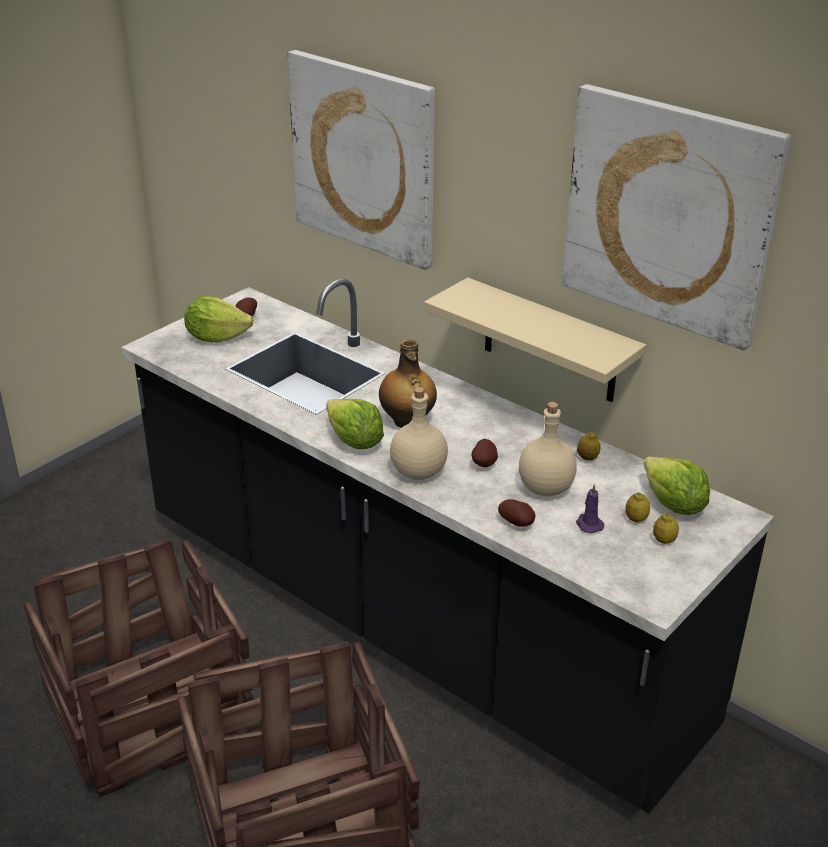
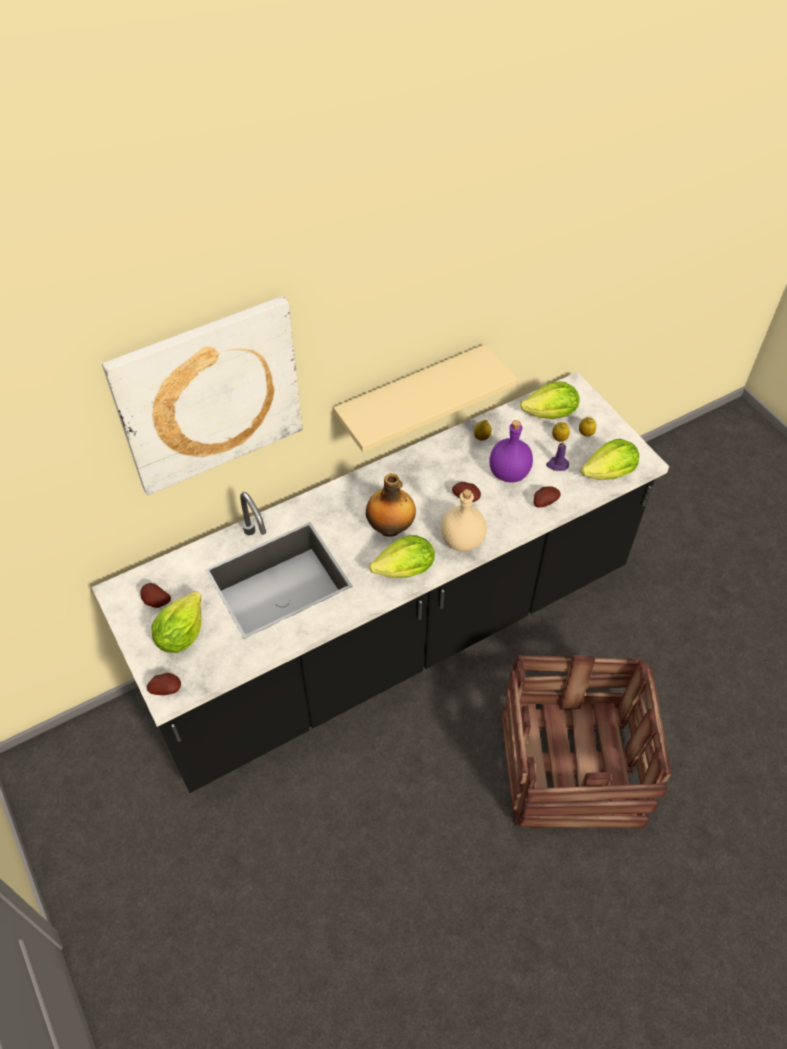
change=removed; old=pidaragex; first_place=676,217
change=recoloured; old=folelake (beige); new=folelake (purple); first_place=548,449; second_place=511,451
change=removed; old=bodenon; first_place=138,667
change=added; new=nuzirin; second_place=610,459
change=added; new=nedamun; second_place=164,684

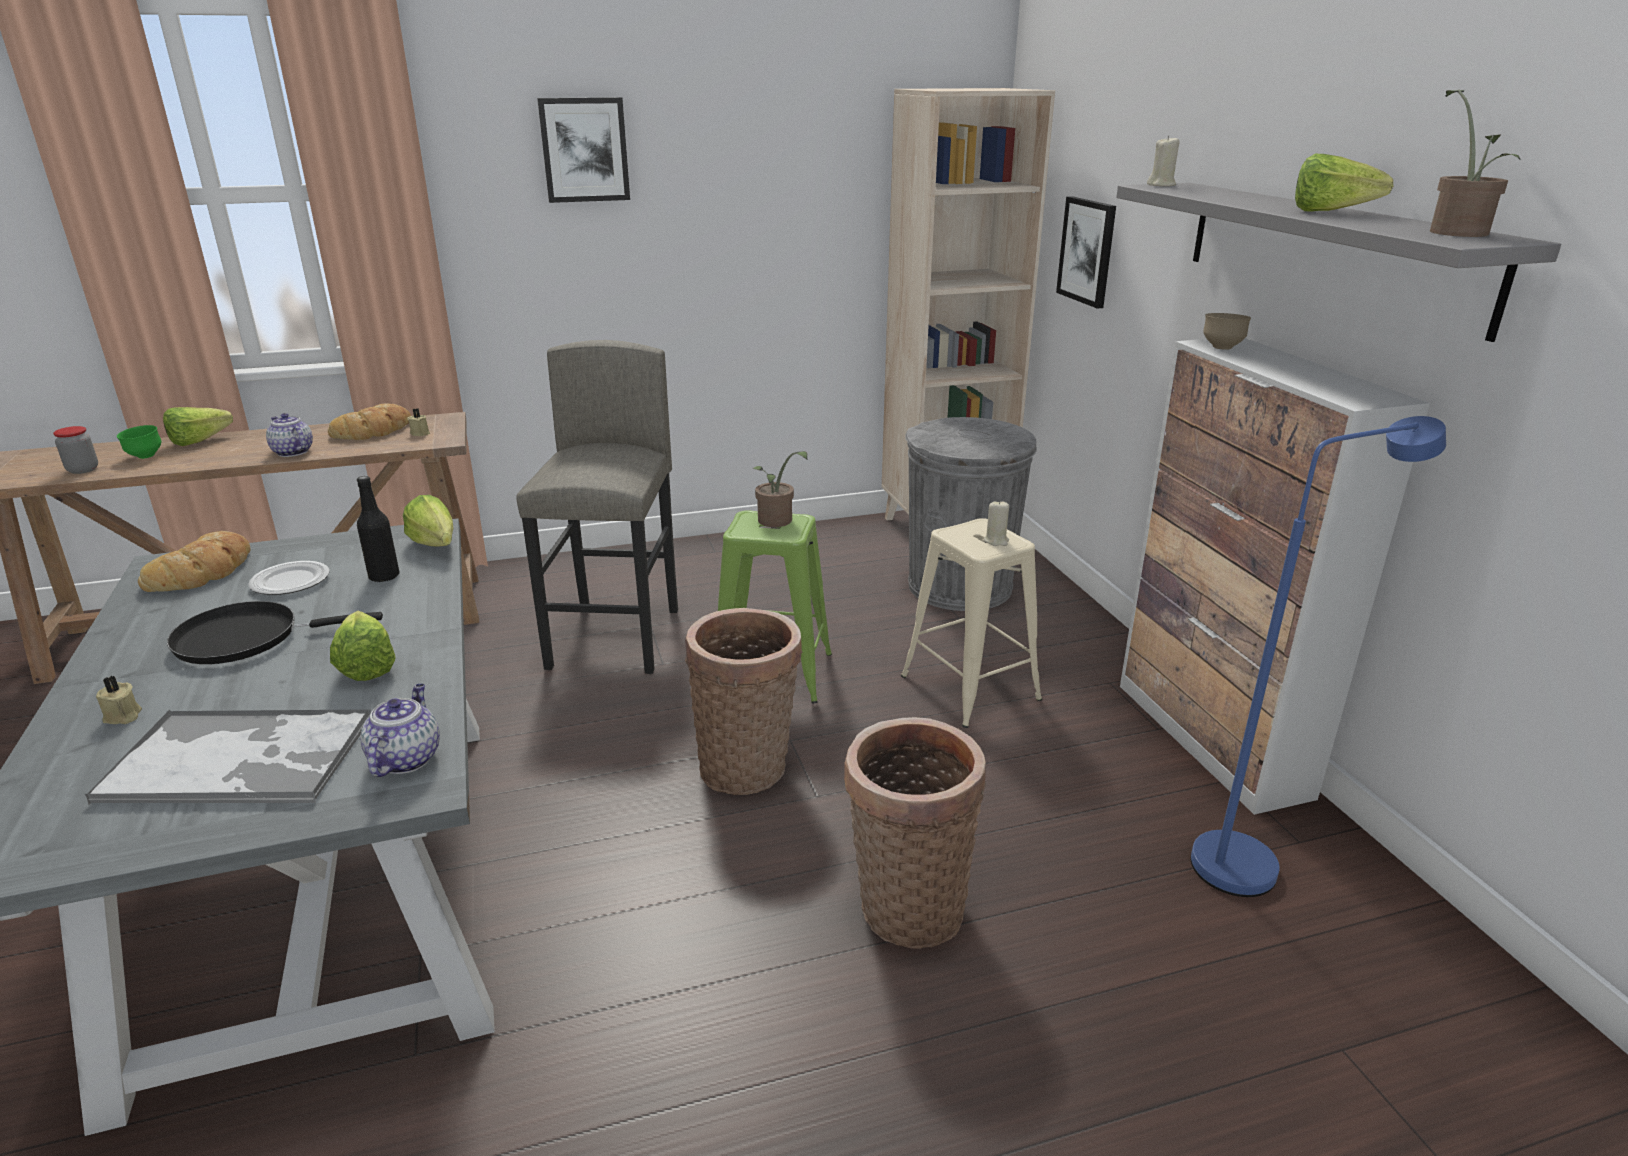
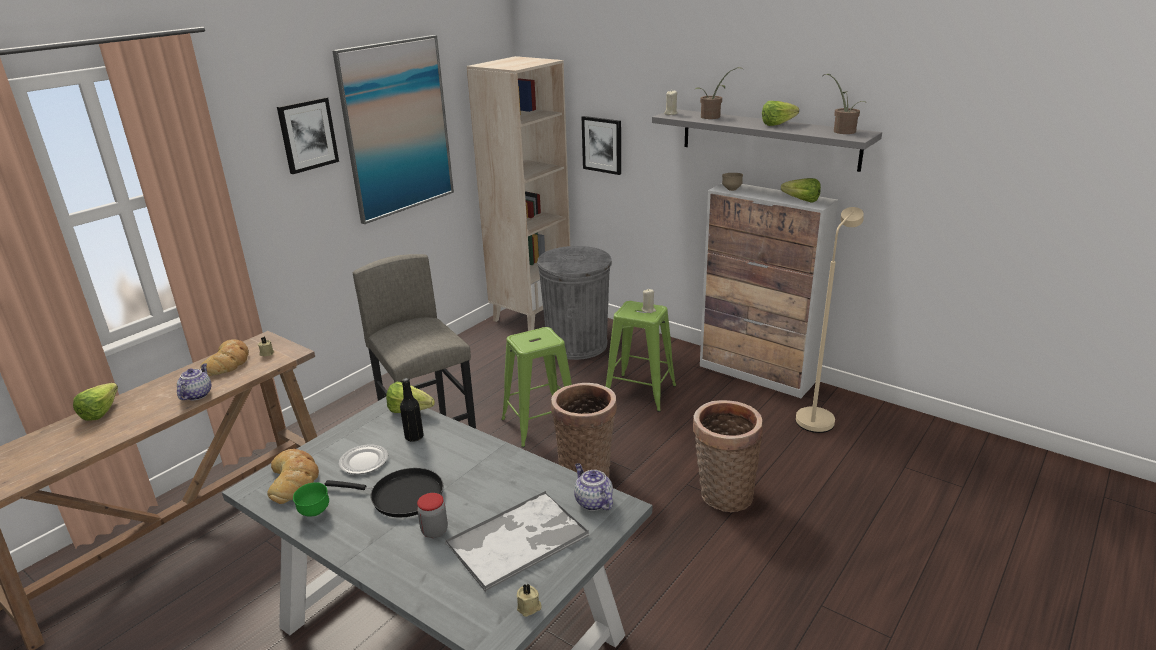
change=turned; old=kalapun; first_place=289,435; second_place=194,381; degrees=90
change=recoloured; old=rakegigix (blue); new=rakegigix (beige); first_place=1318,656; second_place=830,320
change=moved; old=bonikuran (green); first_place=139,442; second_place=311,499
change=moved; old=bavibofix; first_place=75,450; second_place=432,515
change=moved; old=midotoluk; first_place=780,489; second_place=719,93
change=recoloured; old=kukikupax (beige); new=kukikupax (green); first_place=971,623; second_place=641,356
change=turned; old=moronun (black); first_place=275,632; second_place=384,493; degrees=-120
change=moved; old=nuzirin; first_place=363,646; second_place=801,190
change=moved; old=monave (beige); first_place=119,700; second_place=529,600
change=added; new=pidaragex; second_place=393,129

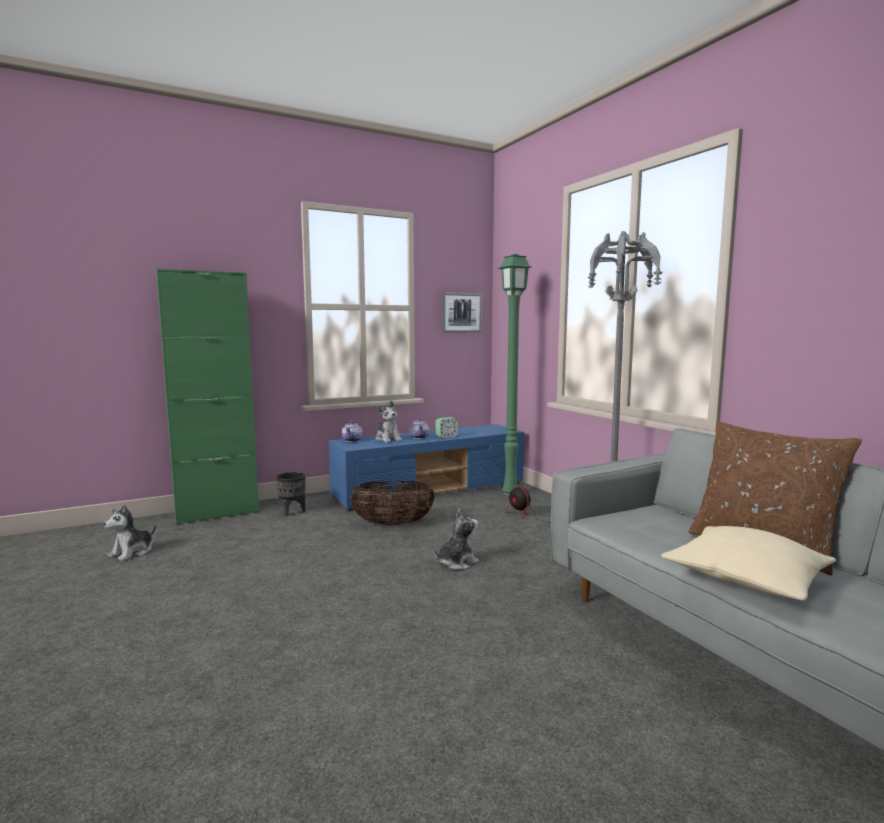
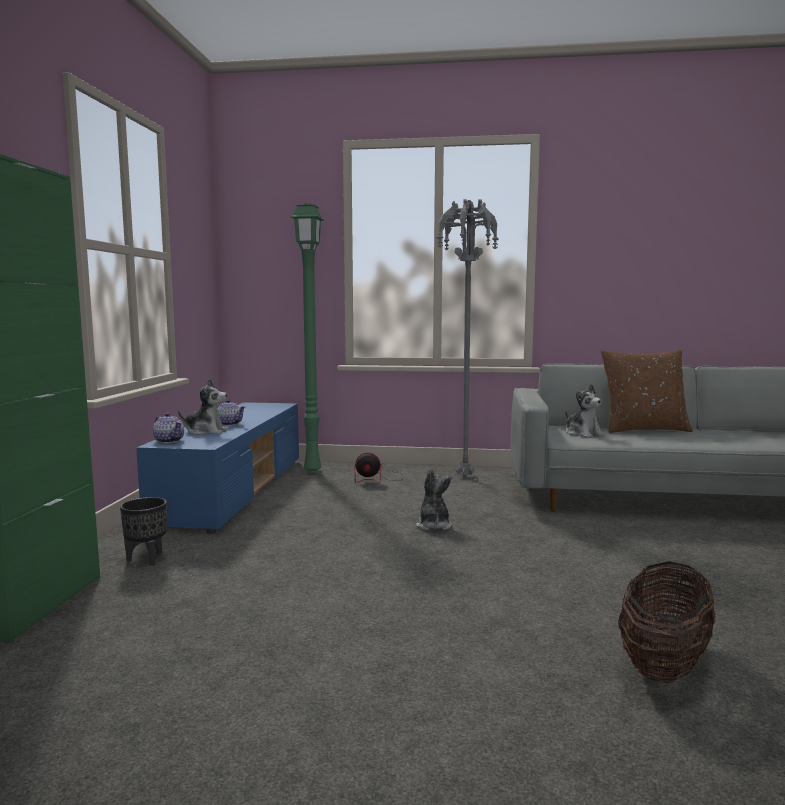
change=removed; old=pidaragex; first_place=462,312
change=removed; old=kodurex; first_place=446,427
change=moved; old=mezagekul; first_place=392,503; second_place=666,622
change=moved; old=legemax; first_place=130,532; second_place=584,411
change=removed; old=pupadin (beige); first_place=748,563

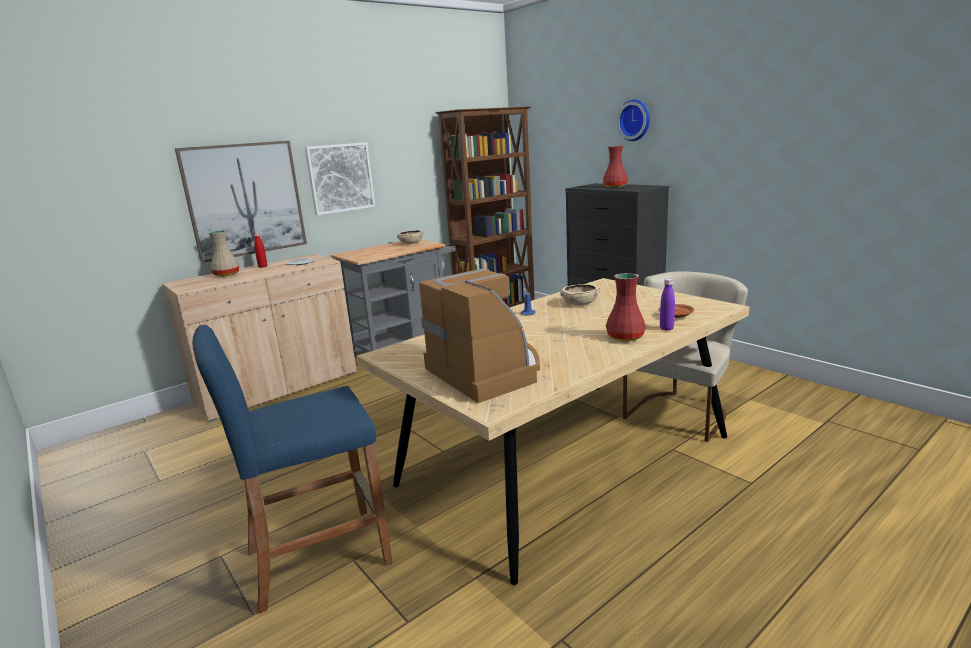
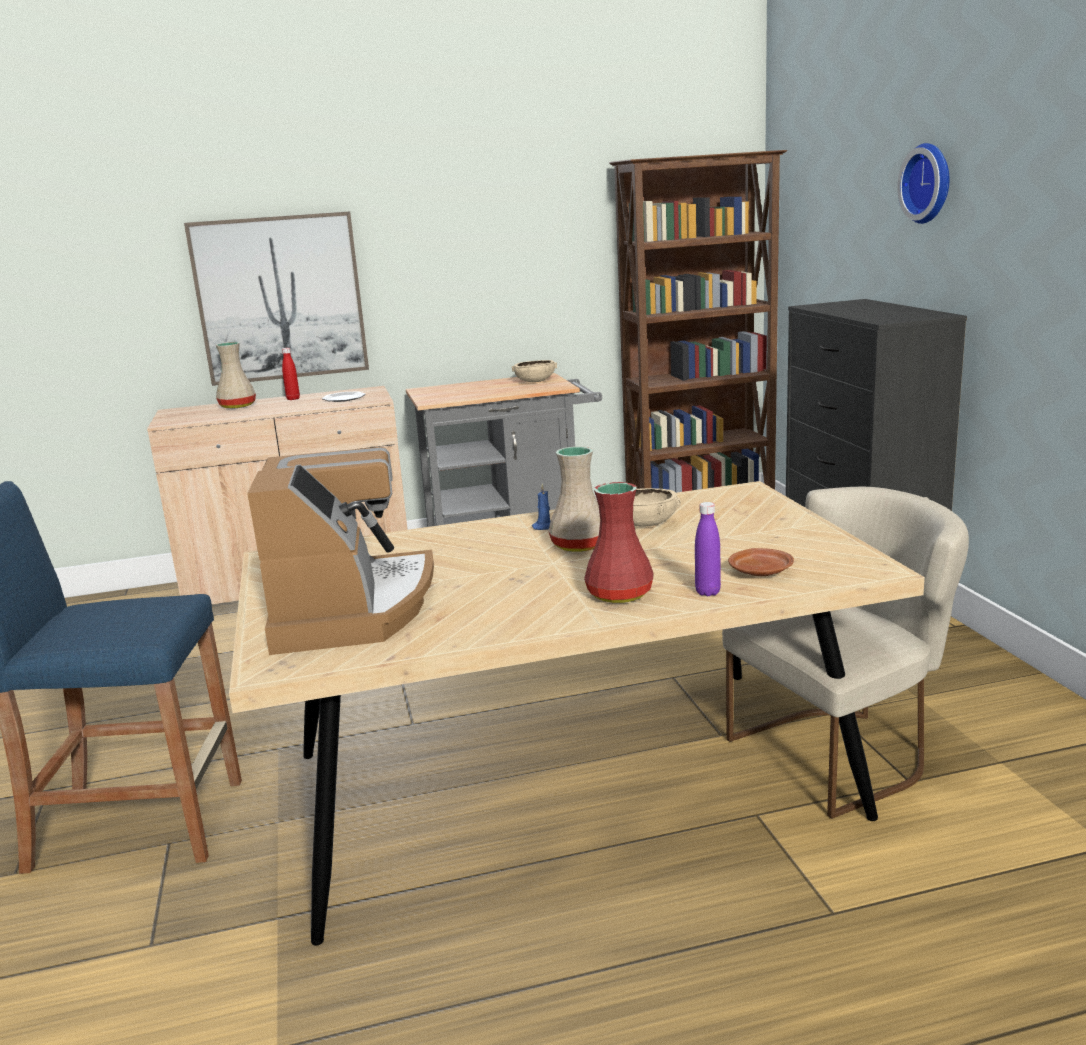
change=removed; old=pidaragex; first_place=340,179
change=removed; old=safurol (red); first_place=615,167
change=added; new=safurol (beige); second_place=574,499

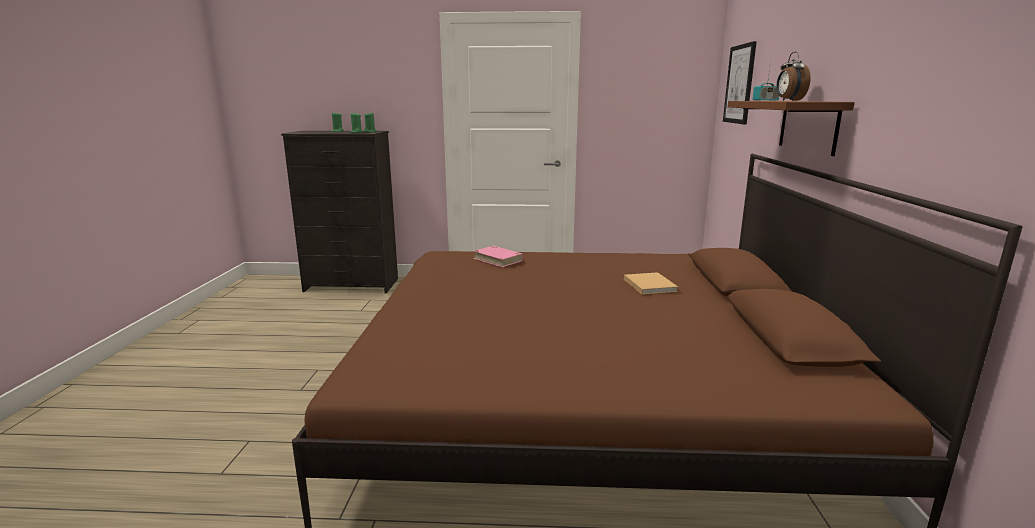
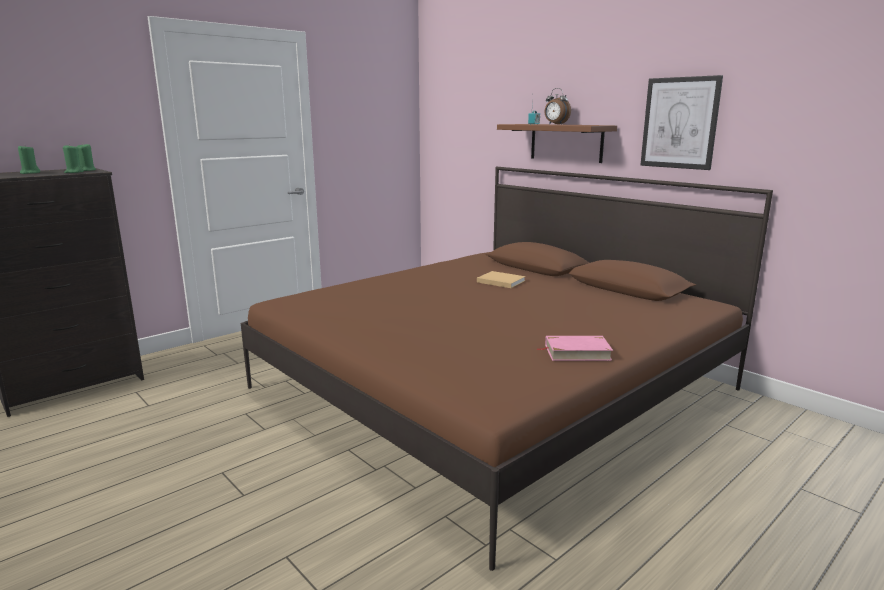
change=moved; old=pidaragex; first_place=740,82; second_place=681,122
change=moved; old=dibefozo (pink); first_place=498,256; second_place=574,348

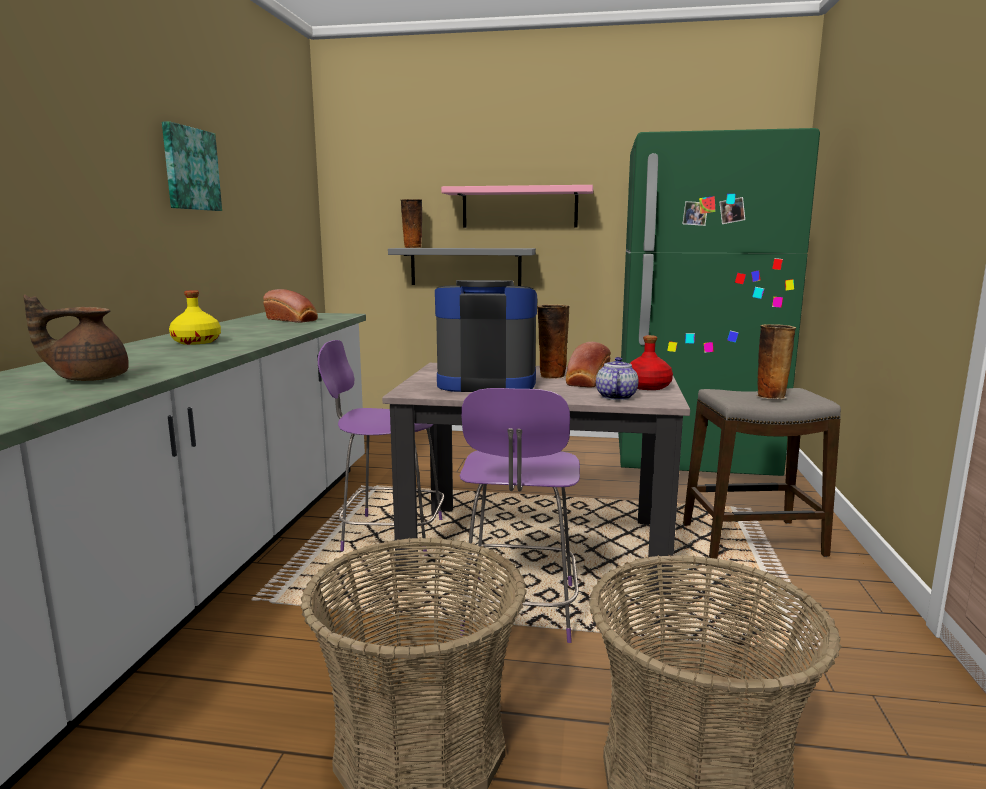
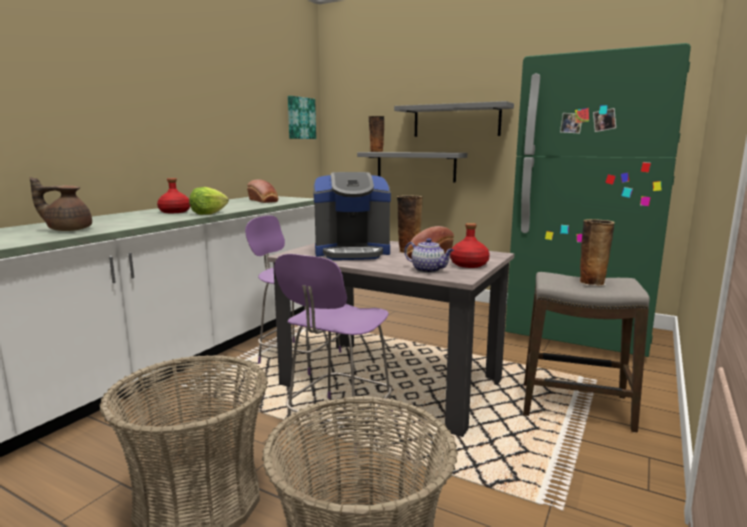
change=moved; old=pidaragex; first_place=192,166; second_place=302,117
change=recoloured; old=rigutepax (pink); new=rigutepax (grey); first_place=517,206; second_place=454,119
change=turned; old=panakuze; first_place=486,336; second_place=352,216; degrees=150
change=recoloured; old=folelake (yellow); new=folelake (red); first_place=195,317; second_place=173,195
change=turned; old=kalapun; first_place=617,378; second_place=429,255; degrees=90
change=added; new=nuzirin; second_place=209,201

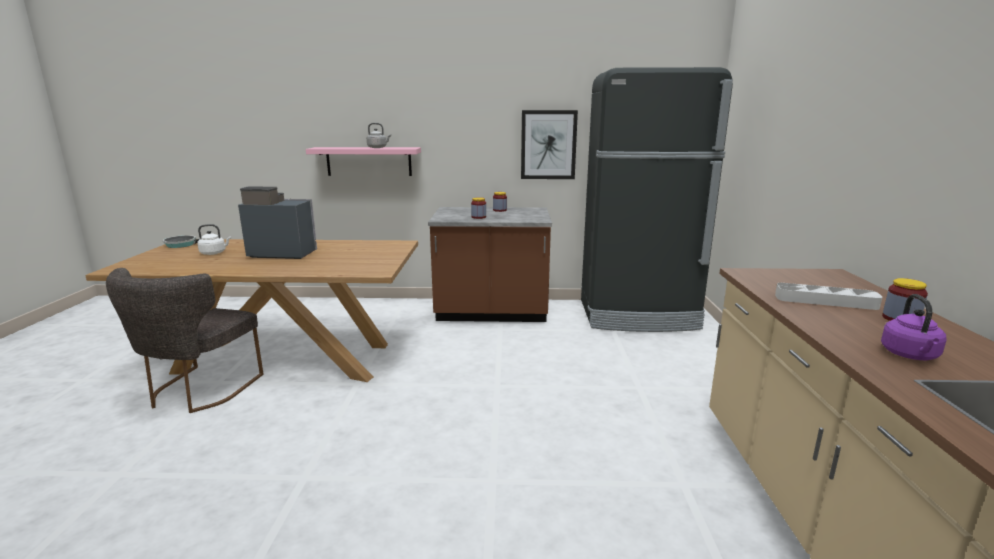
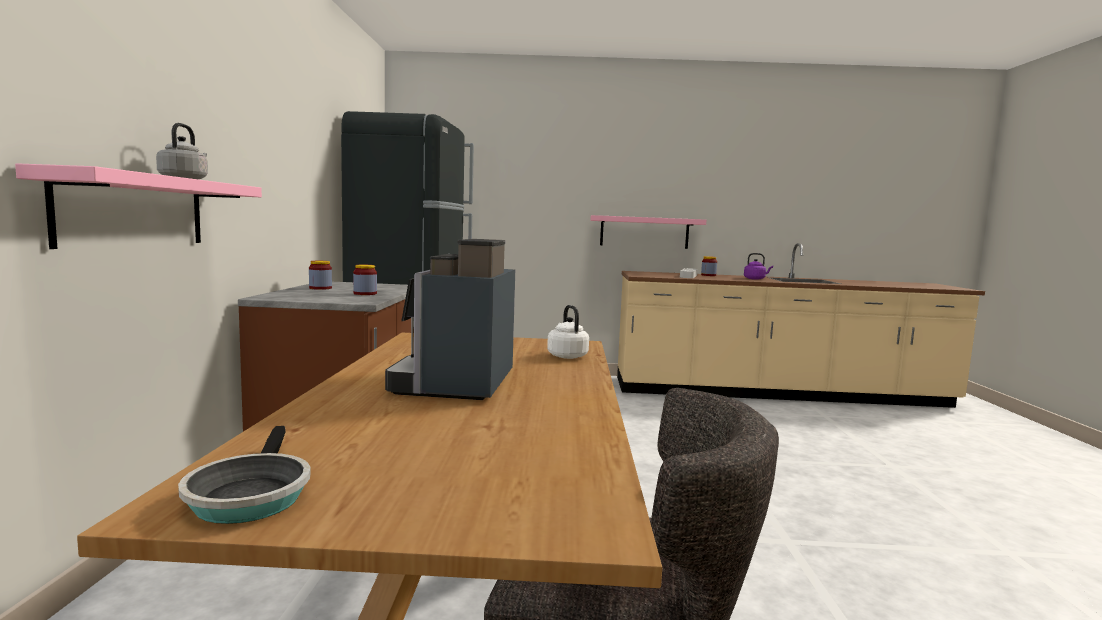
change=removed; old=pidaragex; first_place=549,144
change=moved; old=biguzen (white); first_place=214,239; second_place=568,332
change=added; new=rigutepax (pink); second_place=648,232

